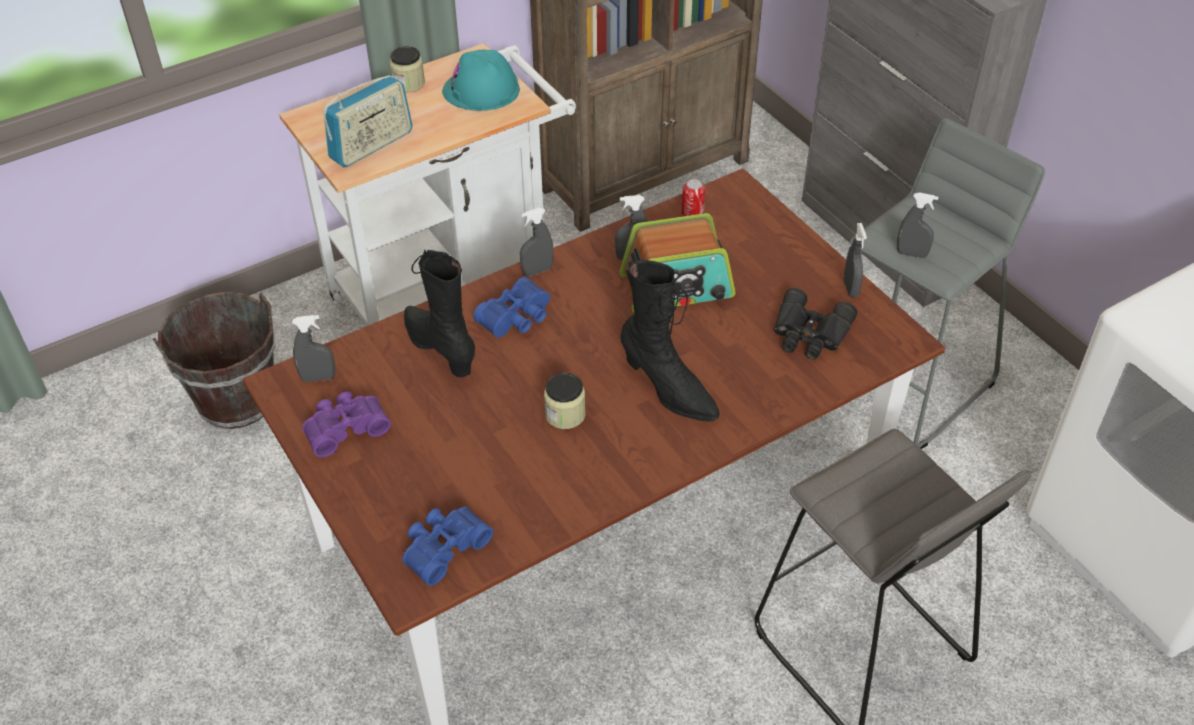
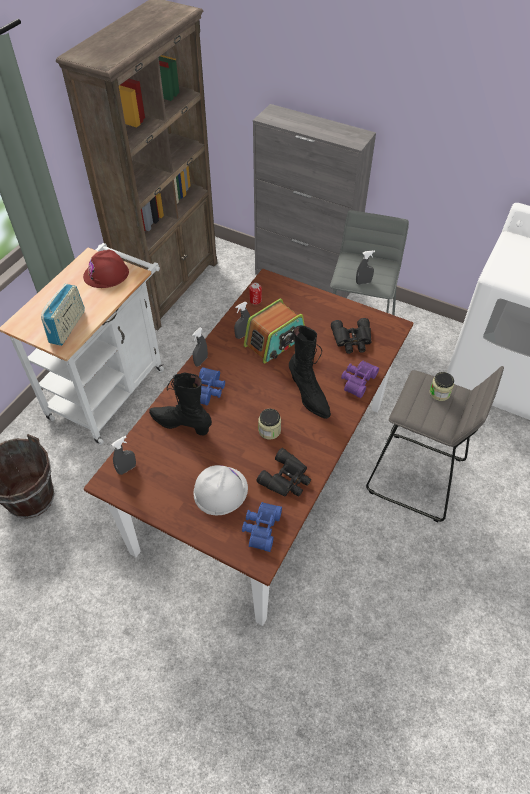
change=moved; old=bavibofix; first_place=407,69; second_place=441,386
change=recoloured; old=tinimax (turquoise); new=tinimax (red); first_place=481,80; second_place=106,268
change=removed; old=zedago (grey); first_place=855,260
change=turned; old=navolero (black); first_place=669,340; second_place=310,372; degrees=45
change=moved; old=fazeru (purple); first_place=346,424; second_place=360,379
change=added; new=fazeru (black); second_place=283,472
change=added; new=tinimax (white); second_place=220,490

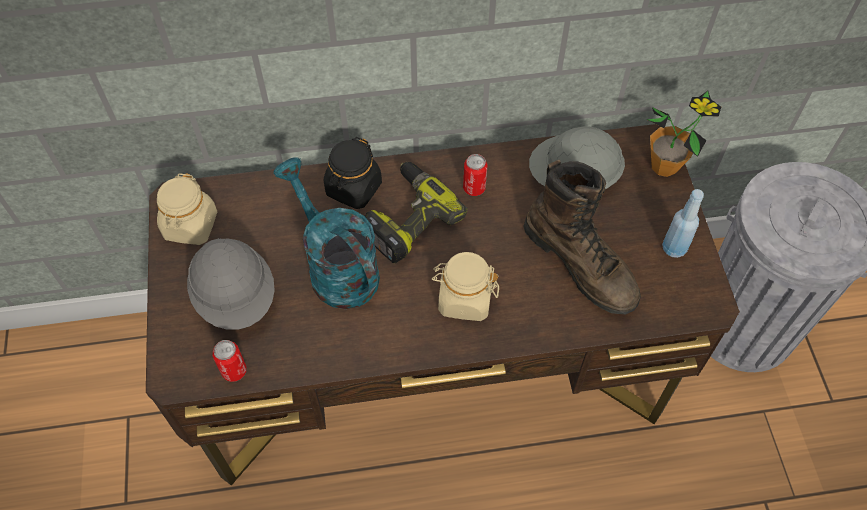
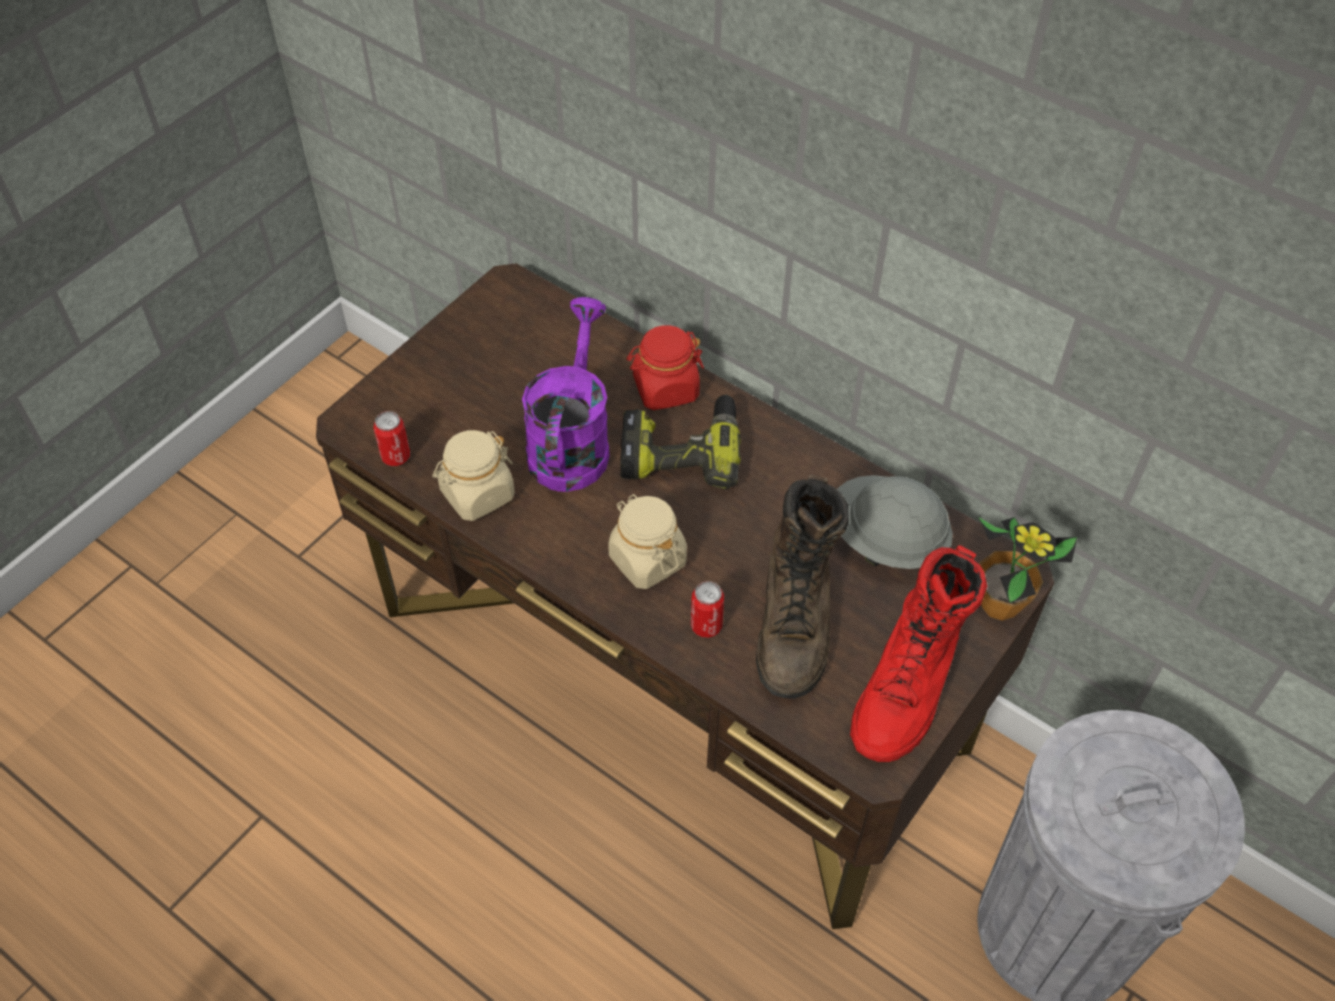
change=recoloured; old=bavibofix (black); new=bavibofix (red); first_place=353,173; second_place=665,367
change=moved; old=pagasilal; first_place=475,175; second_place=707,609
change=recoloured; old=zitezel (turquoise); new=zitezel (purple); first_place=326,233; second_place=565,394
change=moved; old=bavibofix (beige); first_place=187,209; second_place=473,475
change=replaced; old=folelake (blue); new=navolero (red); first_place=683,223; second_place=918,653
change=removed; old=tinimax (grey); first_place=231,284

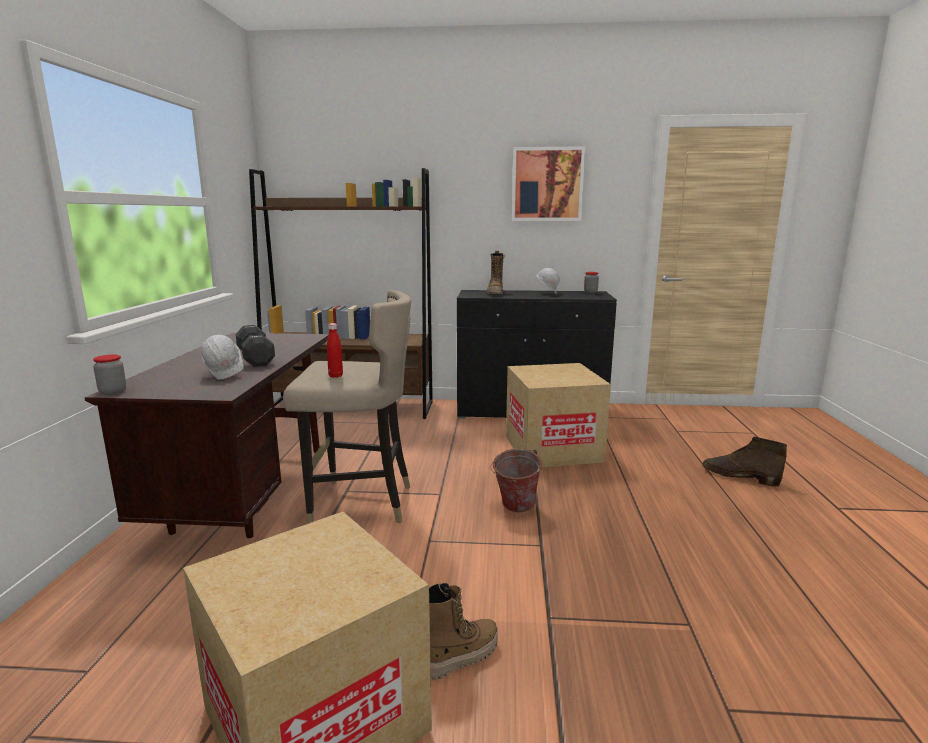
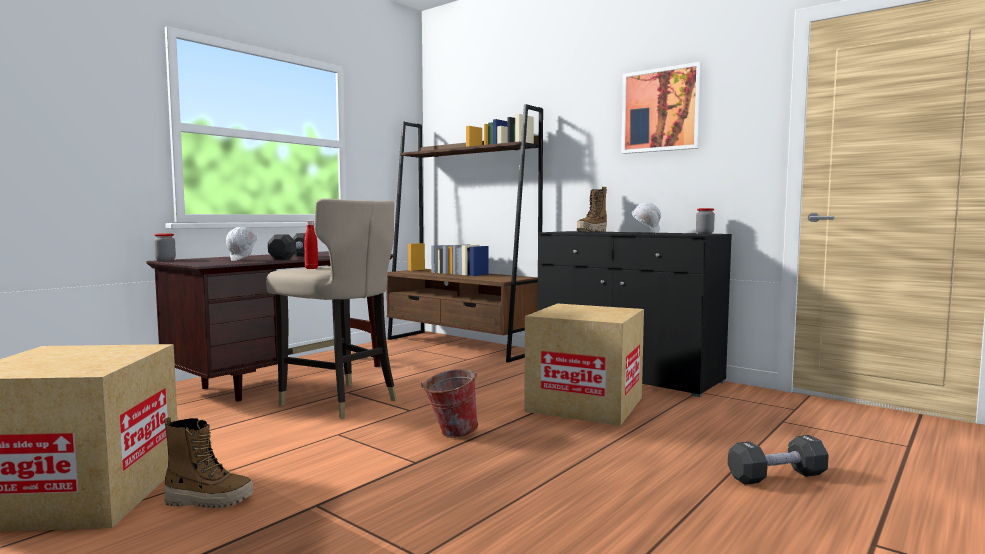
change=replaced; old=navolero (brown); new=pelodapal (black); first_place=745,462; second_place=778,460

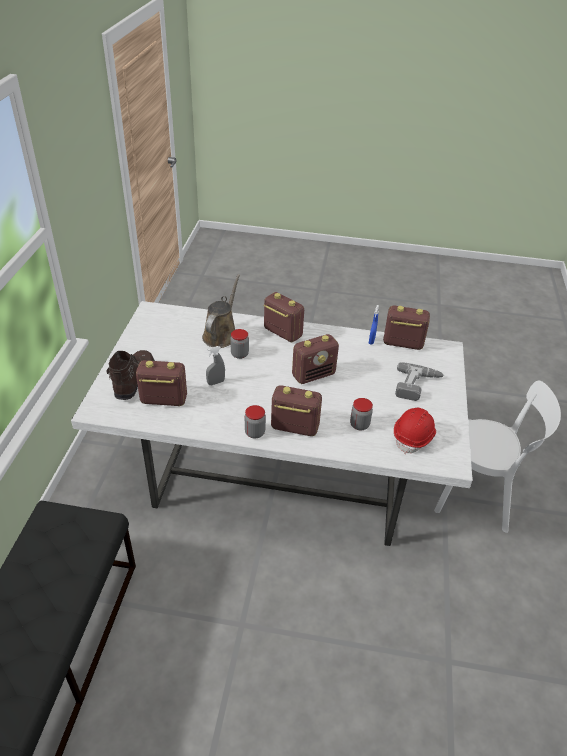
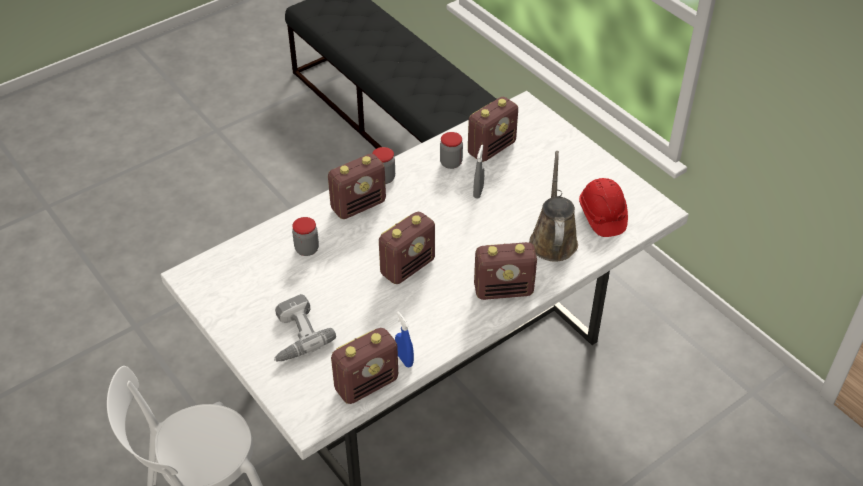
change=turned; old=zitezel (brown); first_place=221,311; second_place=553,206; degrees=-150
change=moved; old=bavibofix; first_place=239,344; second_place=451,150
change=turned; old=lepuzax; first_place=315,359; second_place=407,247; degrees=-150
change=removed; old=navolero (brown); first_place=130,375
change=moved; old=tinimax (red); first_place=415,431; second_place=603,207

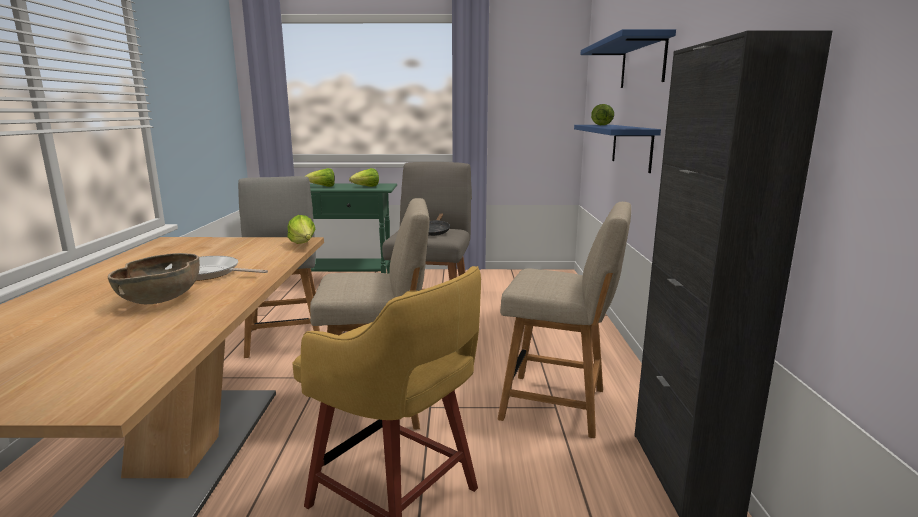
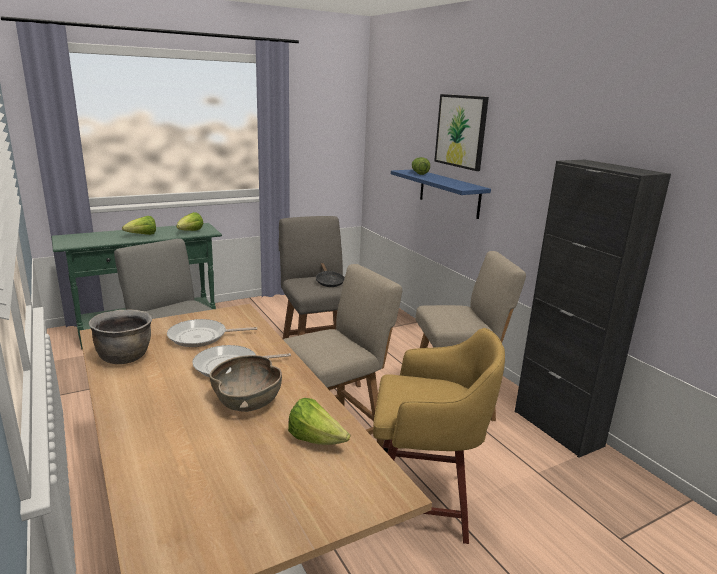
change=replaced; old=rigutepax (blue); new=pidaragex; first_place=628,58; second_place=461,132
change=moved; old=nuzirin; first_place=301,229; second_place=319,421
change=added; new=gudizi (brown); second_place=120,337
change=added; new=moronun; second_place=212,333

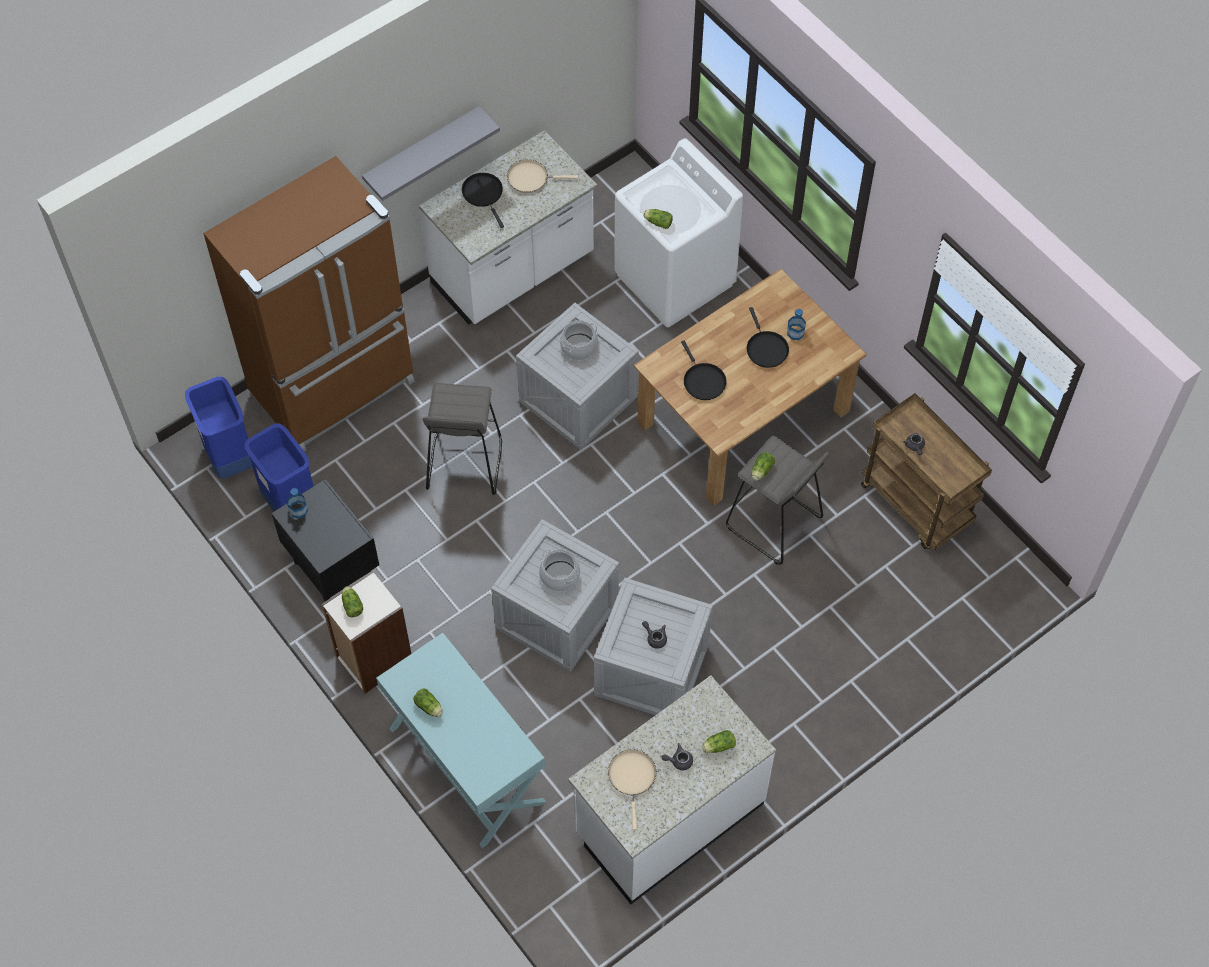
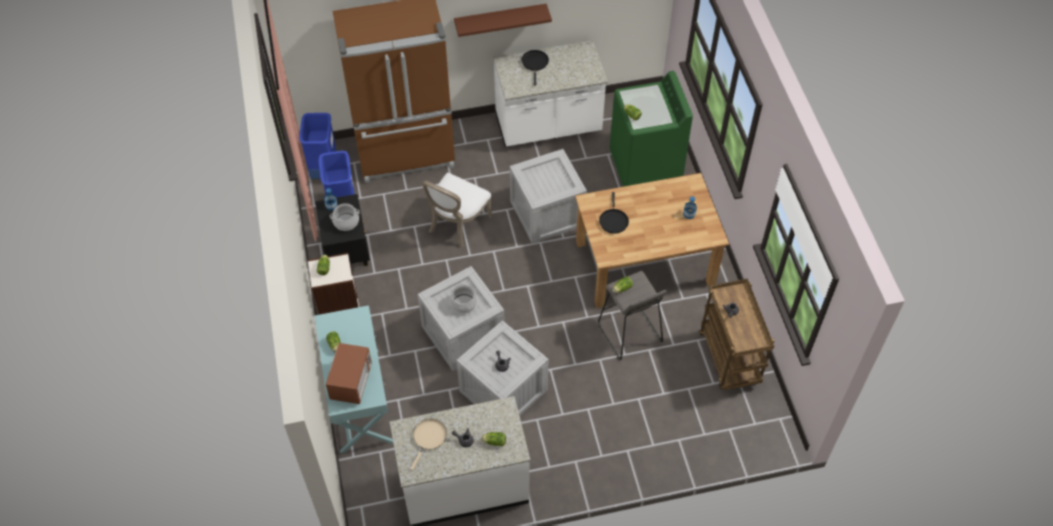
change=recoloured; old=rigutepax (grey); new=rigutepax (brown); first_place=431,153; second_place=503,20
change=recoloured; old=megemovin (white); new=megemovin (green); first_place=678,232; second_place=651,129
change=removed; old=moronun (beige); first_place=542,176
change=removed; old=moronun (black); first_place=768,337
change=moved; old=gudizi; first_place=579,340; second_place=345,217
change=replaced; old=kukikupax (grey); new=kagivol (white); first_place=462,439; second_place=457,210
change=added; new=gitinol; second_place=349,373

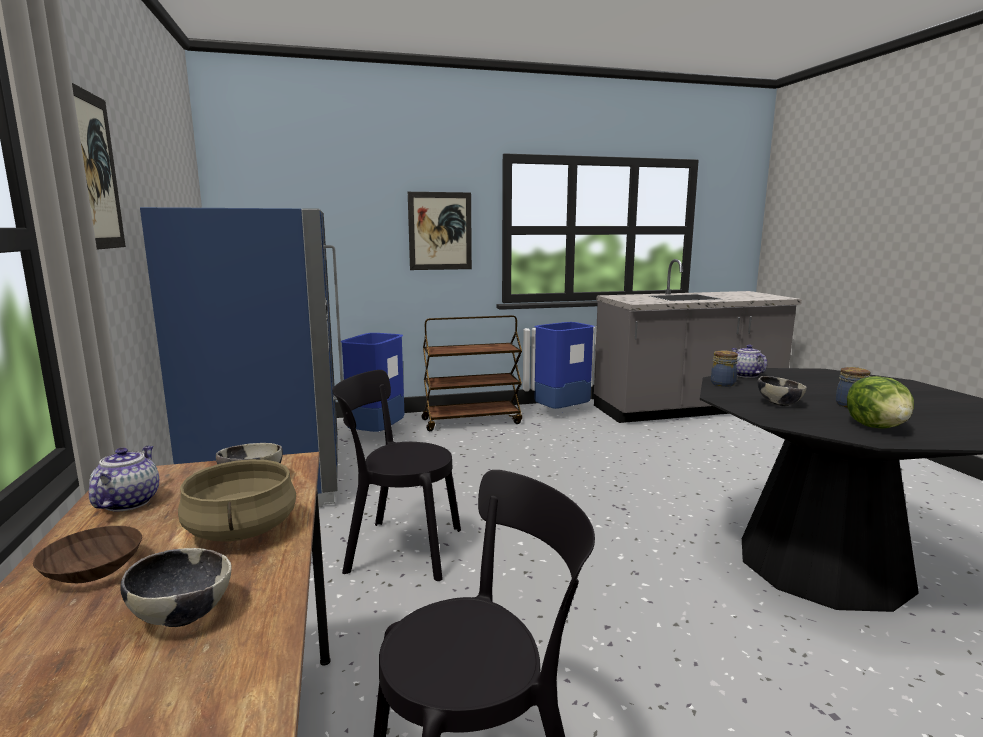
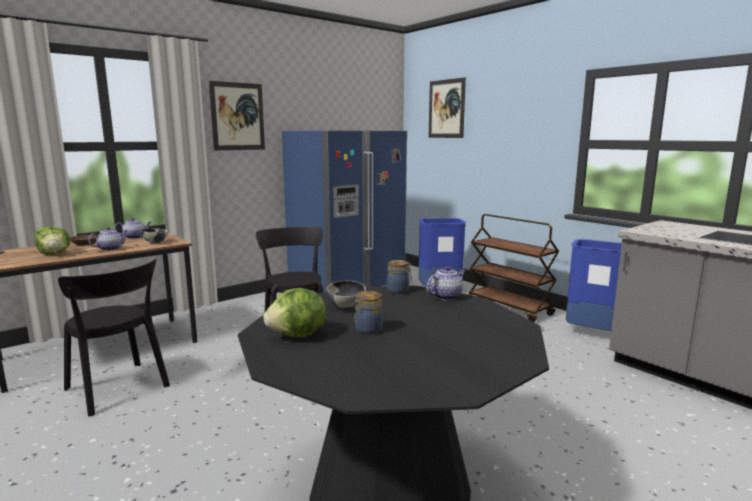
change=moved; old=pidaragex; first_place=440,231; second_place=447,107
change=replaced; old=gudizi (beige); new=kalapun; first_place=237,500; second_place=108,239
change=replaced; old=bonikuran; new=nuzirin; first_place=176,587; second_place=53,240

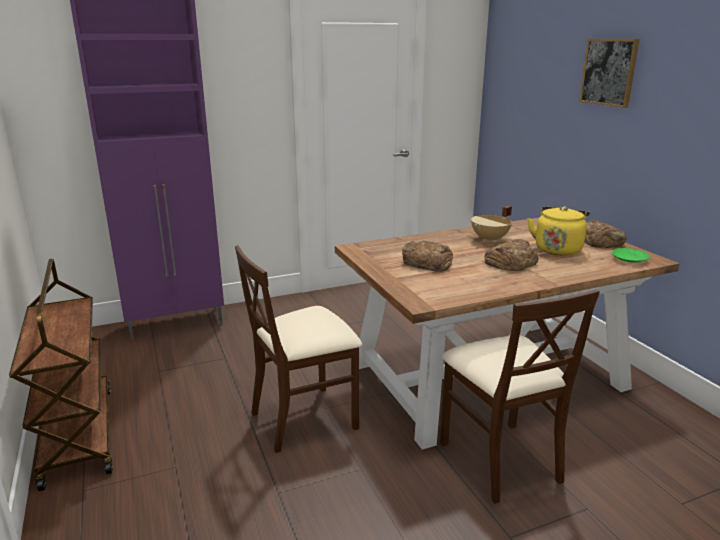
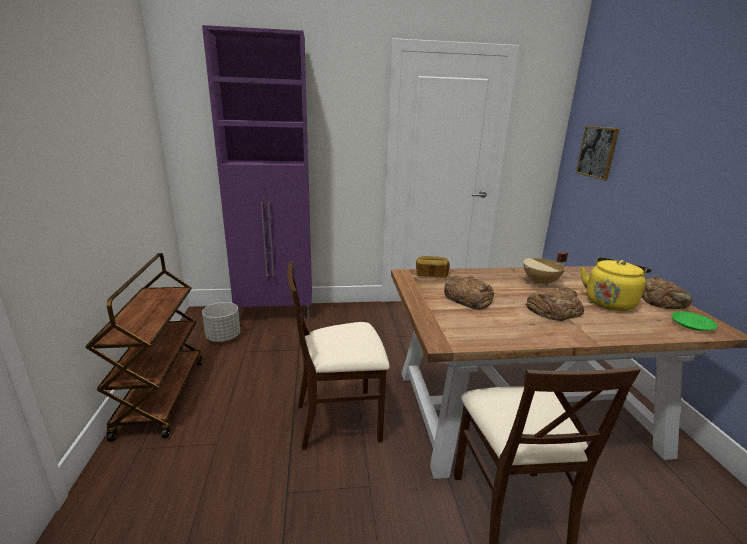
change=moved; old=pidaragex; first_place=609,73; second_place=598,153
change=added; new=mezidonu; second_place=433,267
change=added; new=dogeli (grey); second_place=221,322

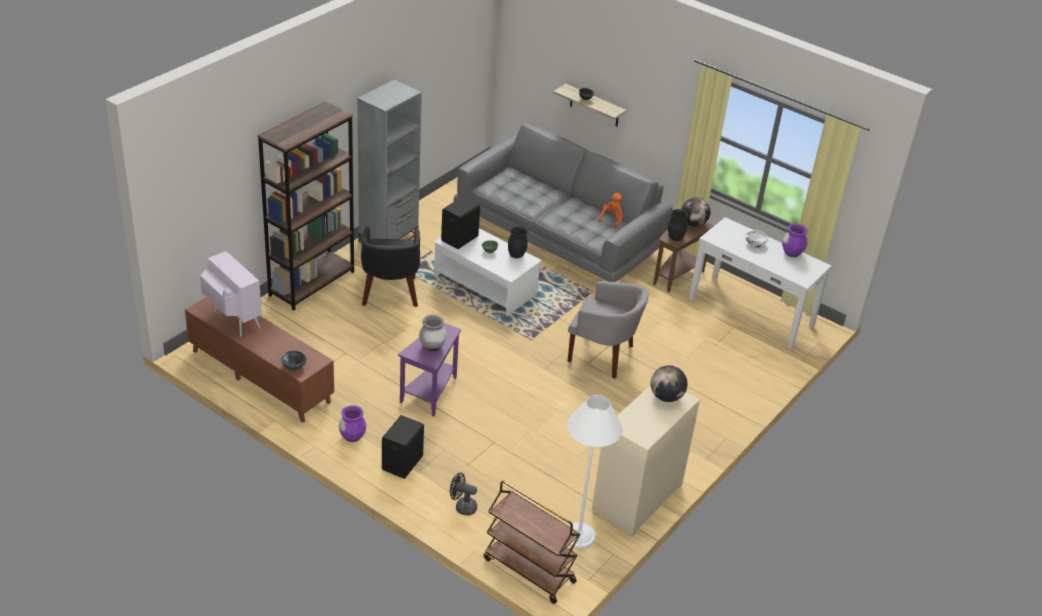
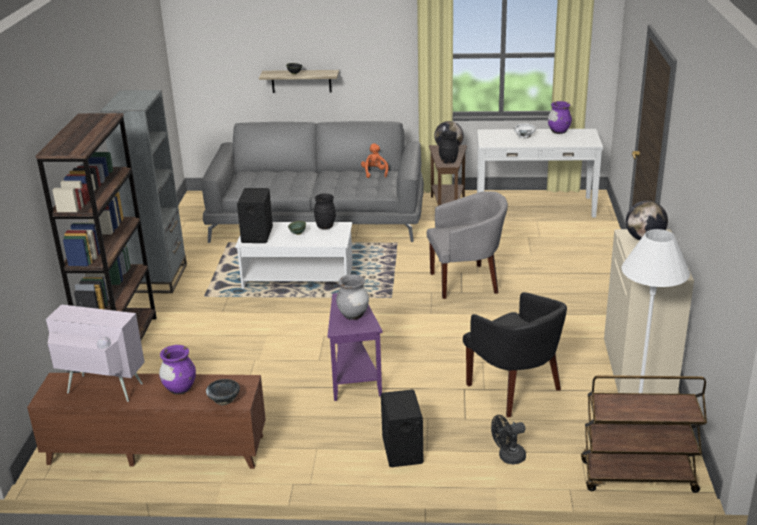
change=moved; old=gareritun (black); first_place=390,267; second_place=515,354
change=moved; old=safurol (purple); first_place=352,423; second_place=177,370

